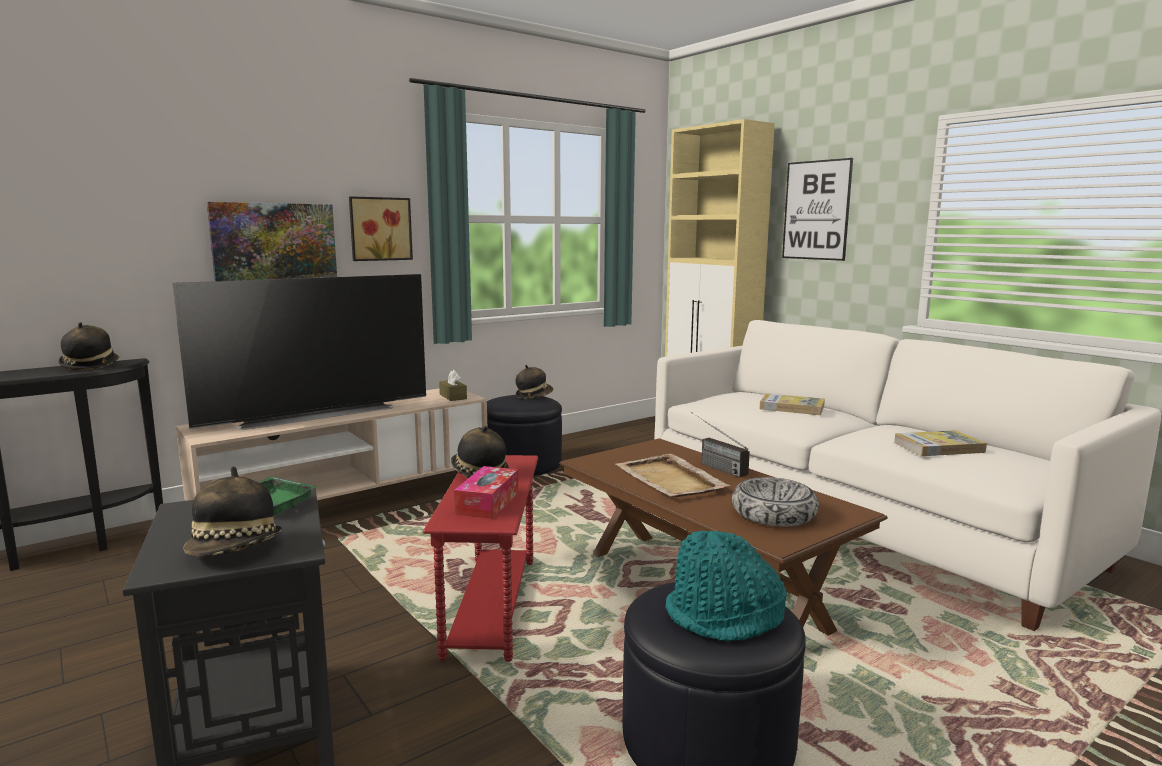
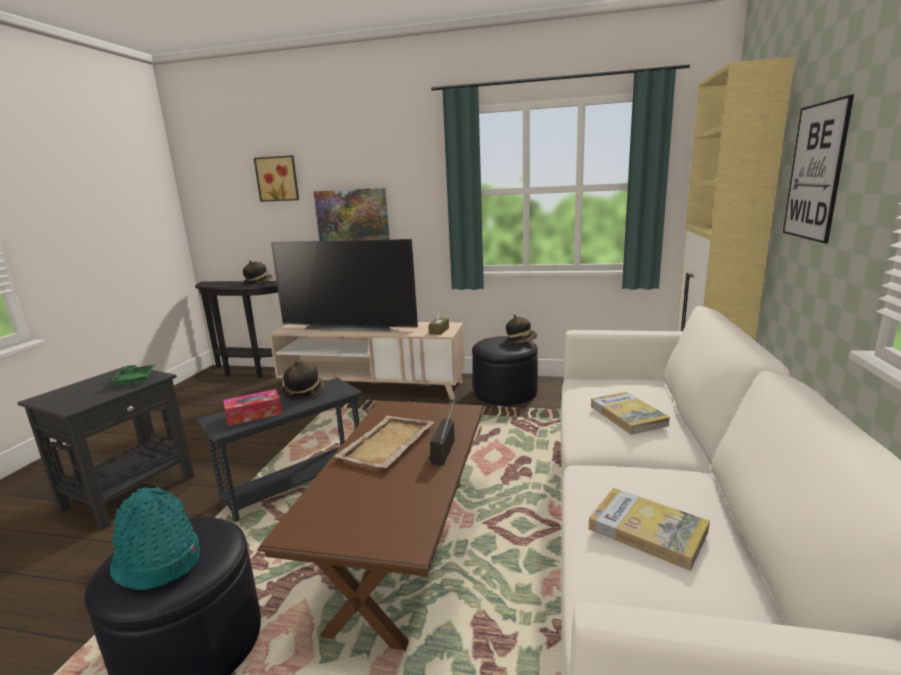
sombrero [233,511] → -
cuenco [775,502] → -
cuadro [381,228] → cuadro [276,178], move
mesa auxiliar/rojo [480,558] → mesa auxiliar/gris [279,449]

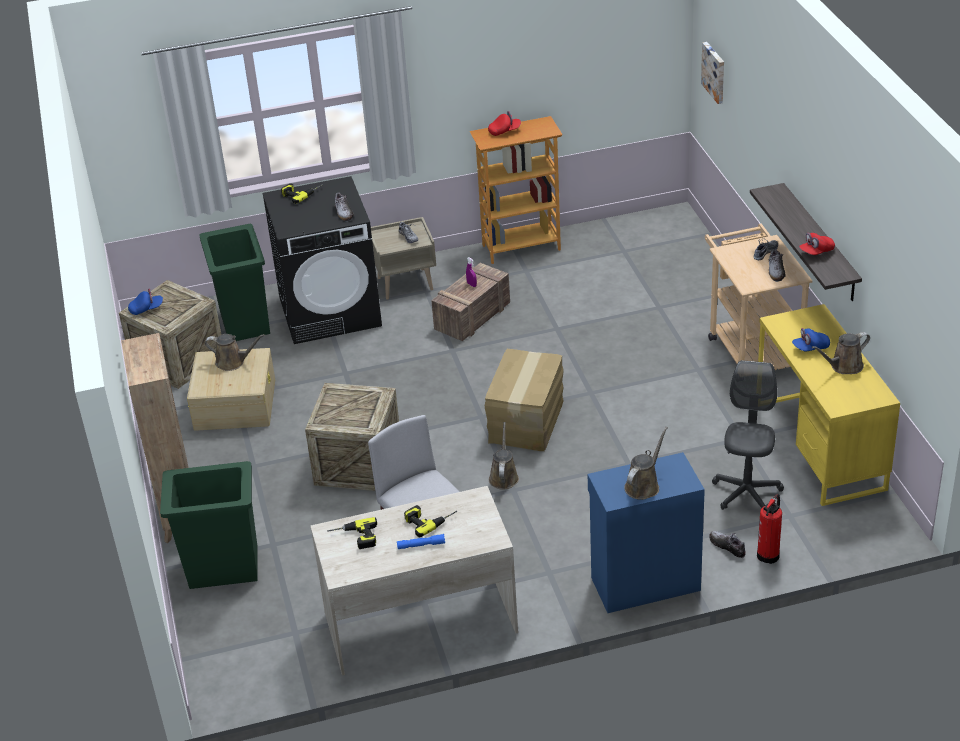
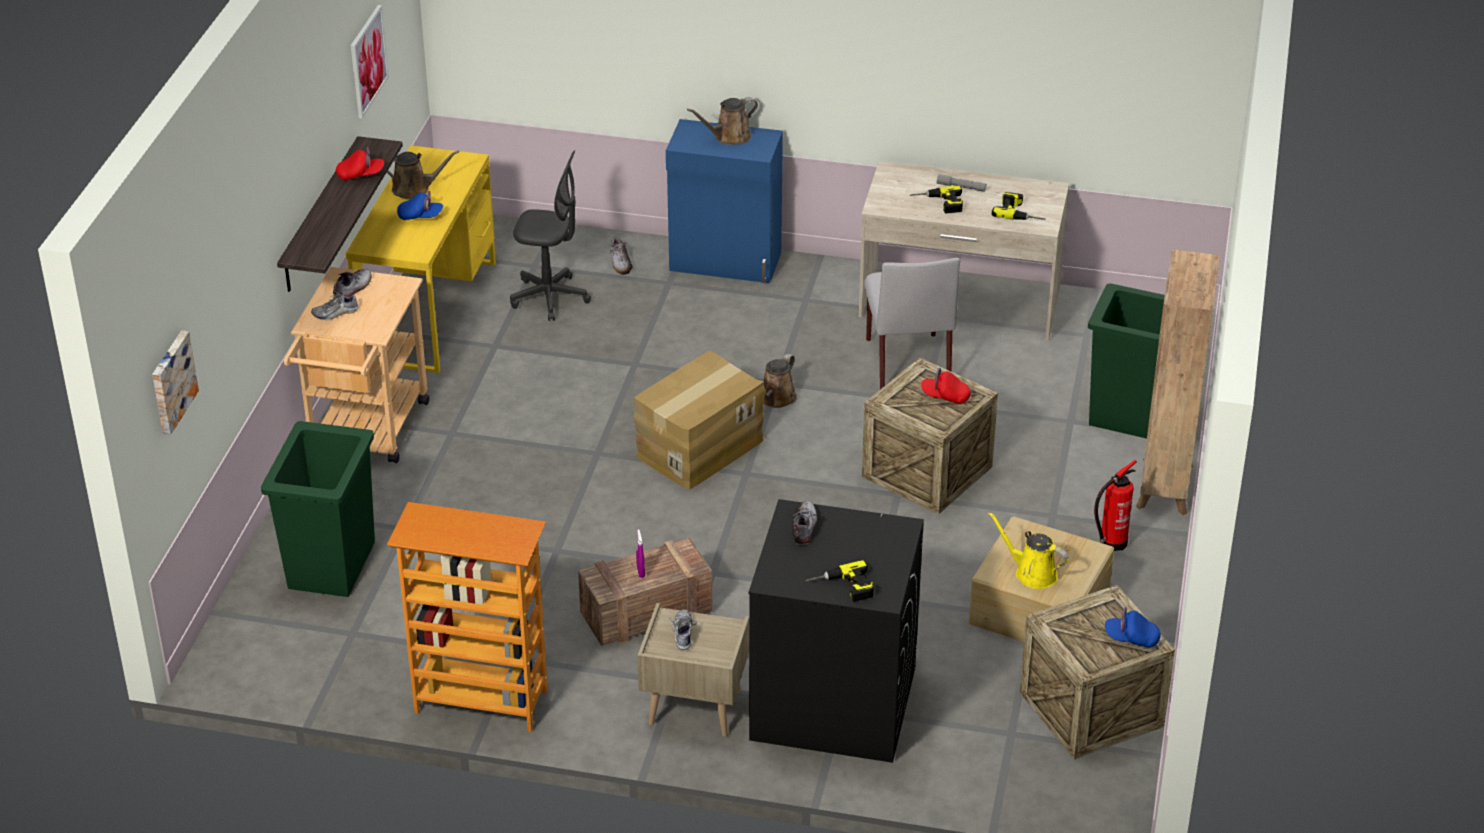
- → cuadro [370,62]
papelera/verde [234,282] → papelera/verde [318,509], move
gorra/rojo [504,123] → gorra/rojo [946,386], move
extintor [769,529] → extintor [1115,505], move
regadera/marrón [235,352] → regadera/amarillo [1028,550]
linterna/azul [421,541] → linterna/gris [962,183]
silla de oficina/gris [748,435] → silla de oficina/gris [550,235], 120 degrees counterclockwise

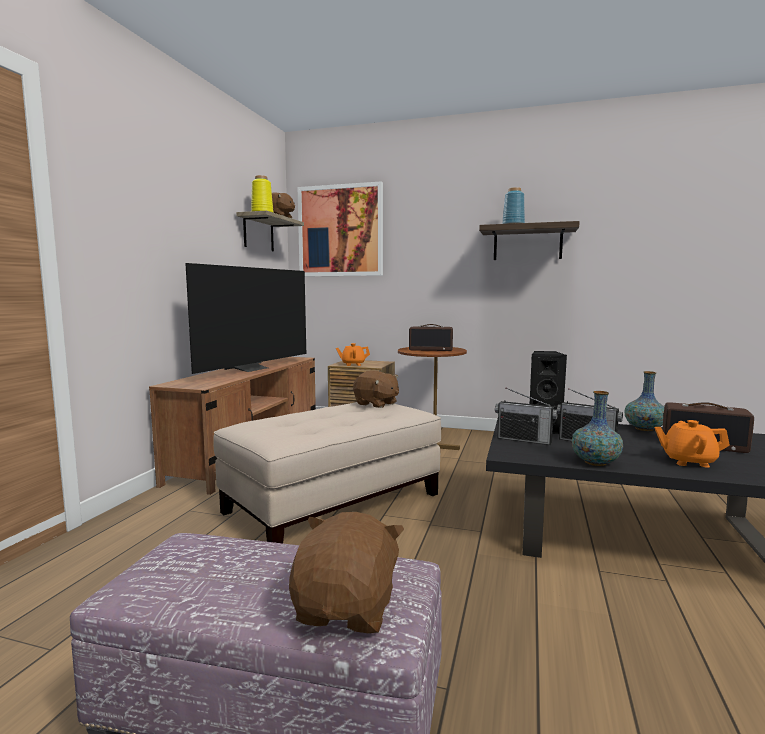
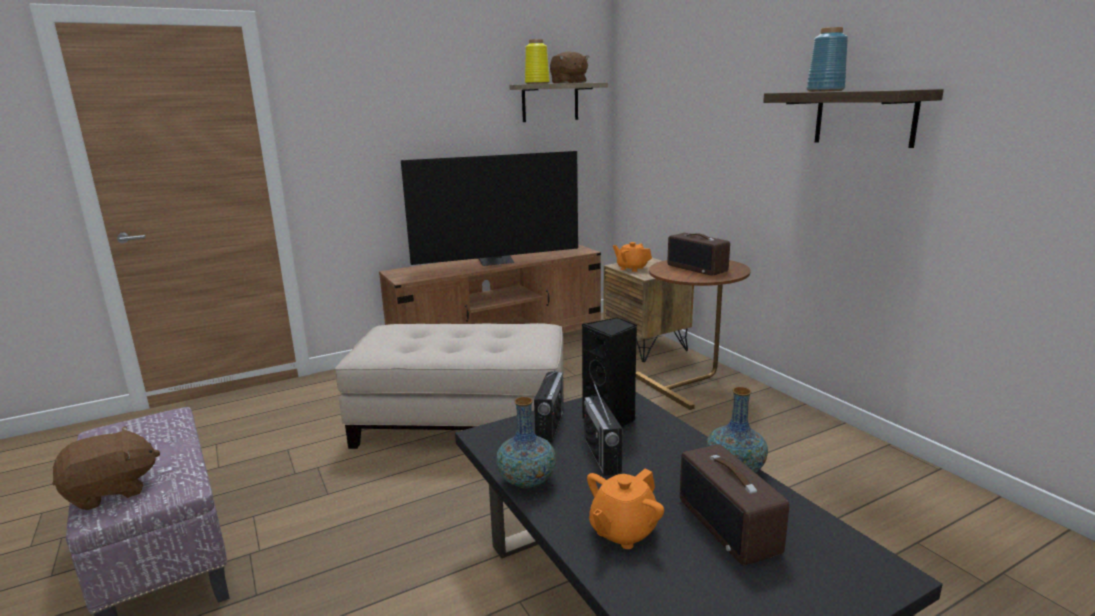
cuadro [340,228] → -
peluche/marrón [376,389] → -
radio [526,416] → radio [549,406], 150 degrees counterclockwise
tetera/naranja [692,444] → tetera/naranja [625,509], 105 degrees counterclockwise

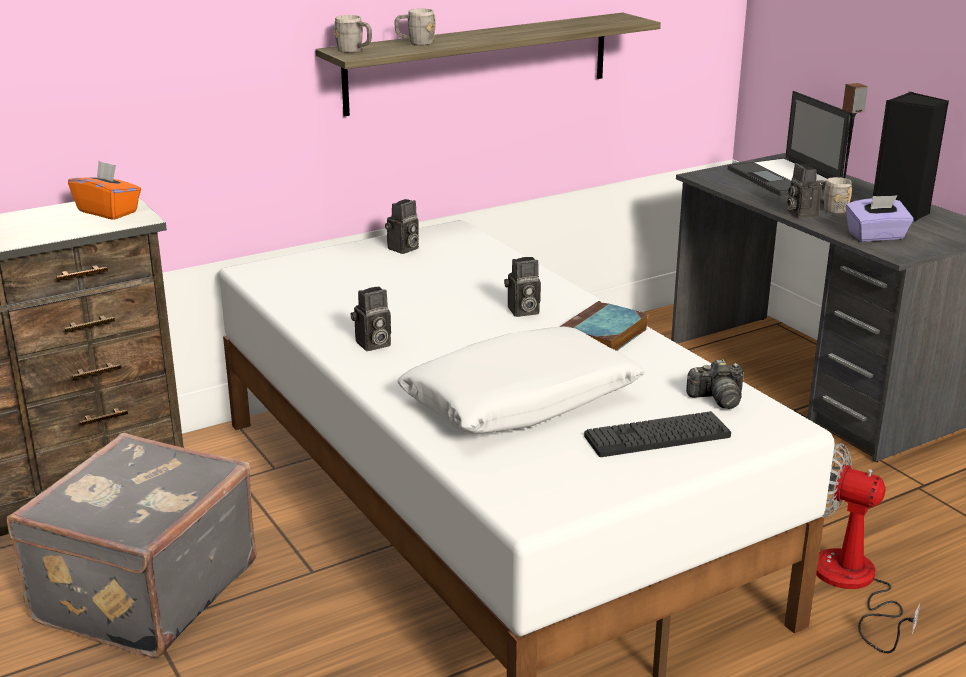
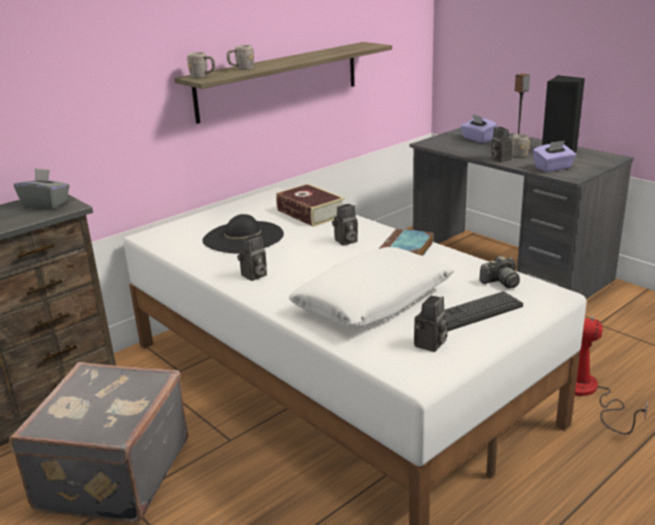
- → sombrero/negro [243,233]
- → libro [310,205]
cámara [402,226] → cámara [431,323], move
portátil [789,143] → caja de pañuelos/morado [479,128]
caja de pañuelos/naranja [104,190] → caja de pañuelos/gris [42,188]

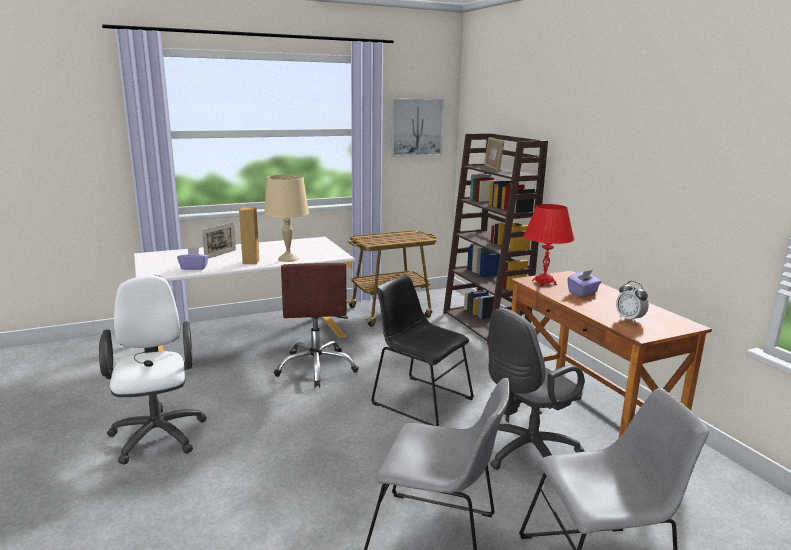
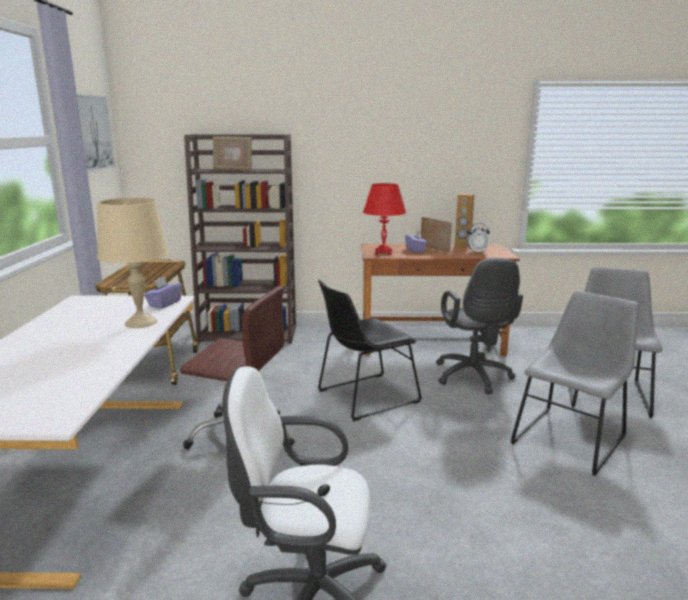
caja de pañuelos/morado [193,258] → caja de pañuelos/morado [163,292], move
portarretratos [219,240] → portarretratos [436,235], move
altavoz/marrón [249,235] → altavoz/marrón [464,220], move

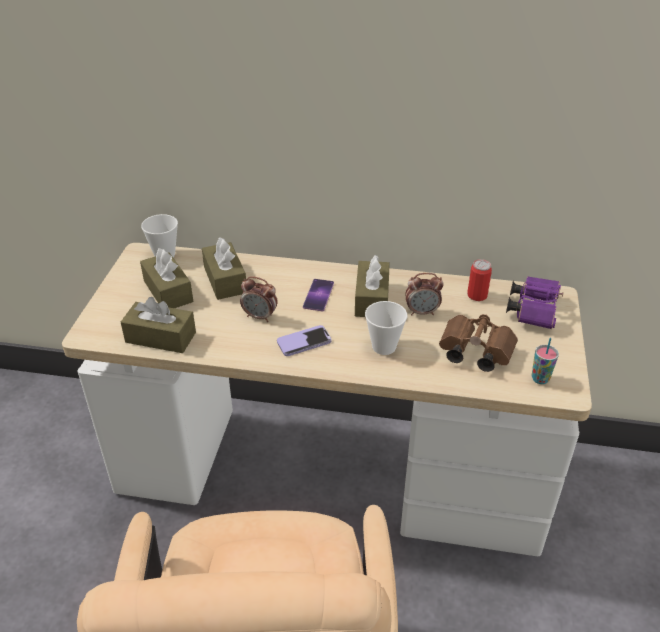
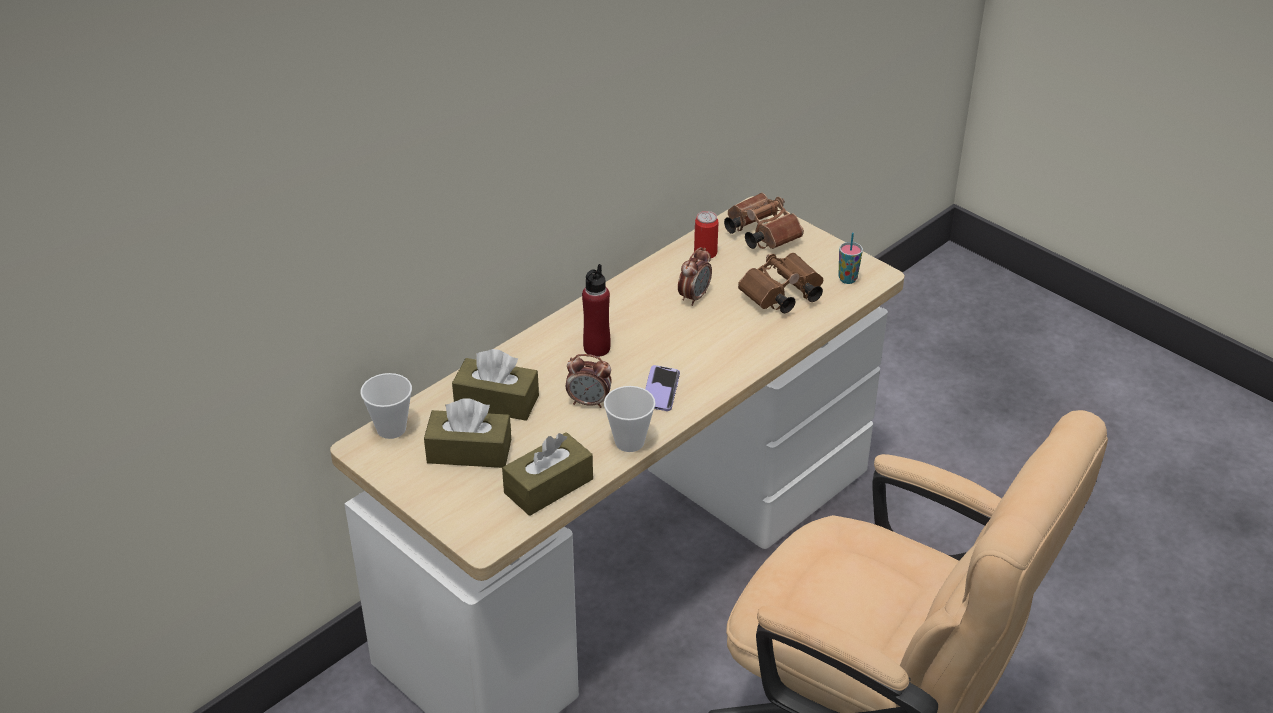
caja de pañuelos/marrón [372,286] → -
taza [386,328] → taza [630,419], move
móvil [318,295] → botella/rojo [596,310]
prismáticos/morado [535,302] → prismáticos/marrón [764,221]
despertador [259,299] → despertador [589,381], 45 degrees clockwise

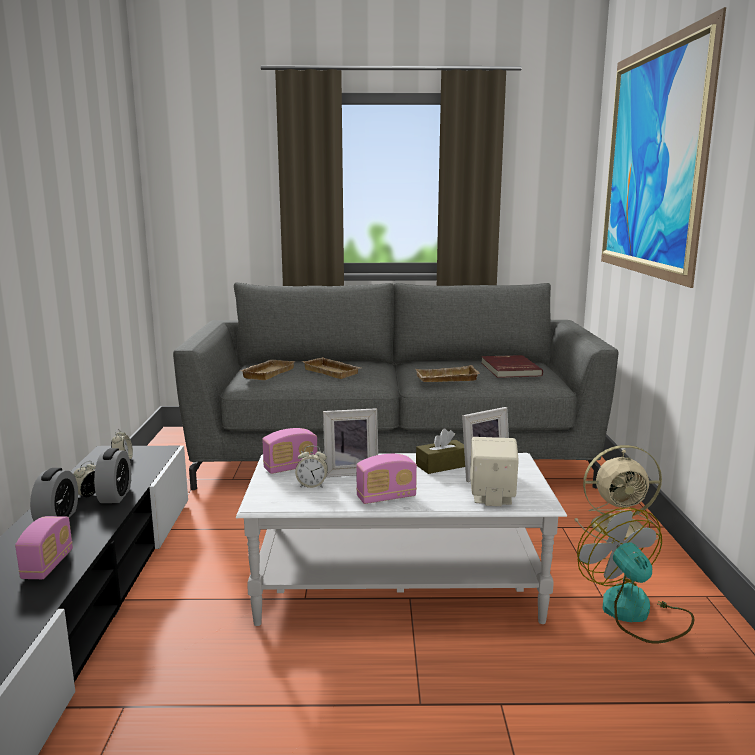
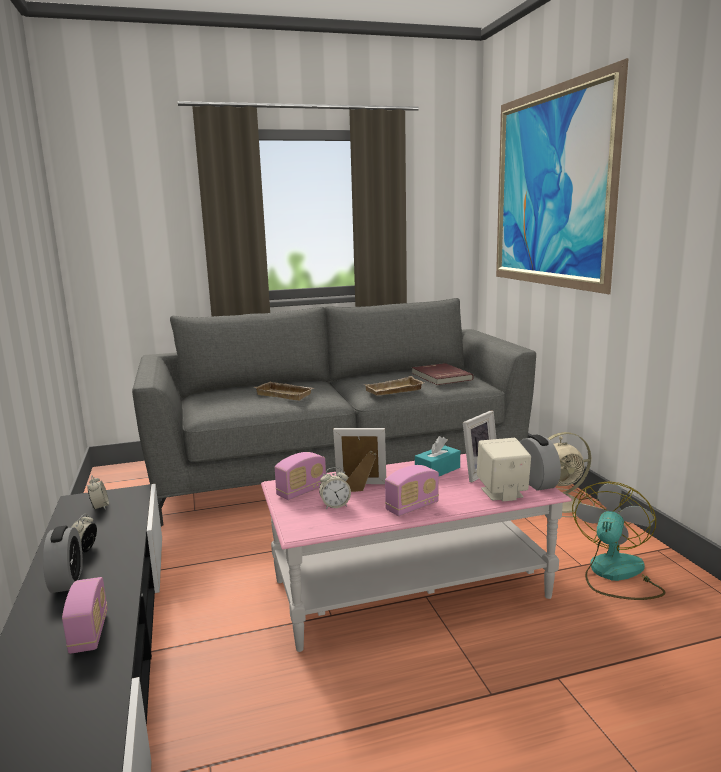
bandeja/beis [268,370] → -
despertador [112,475] → despertador [540,463], move
mesa de centro/blanco [401,539] → mesa de centro/rosa [416,553]
caja de pañuelos/marrón [440,451] → caja de pañuelos/turquesa [437,456]
portarretratos [350,442] → portarretratos [359,460], 150 degrees counterclockwise
ventilador [635,575] → ventilador [618,540], 60 degrees clockwise

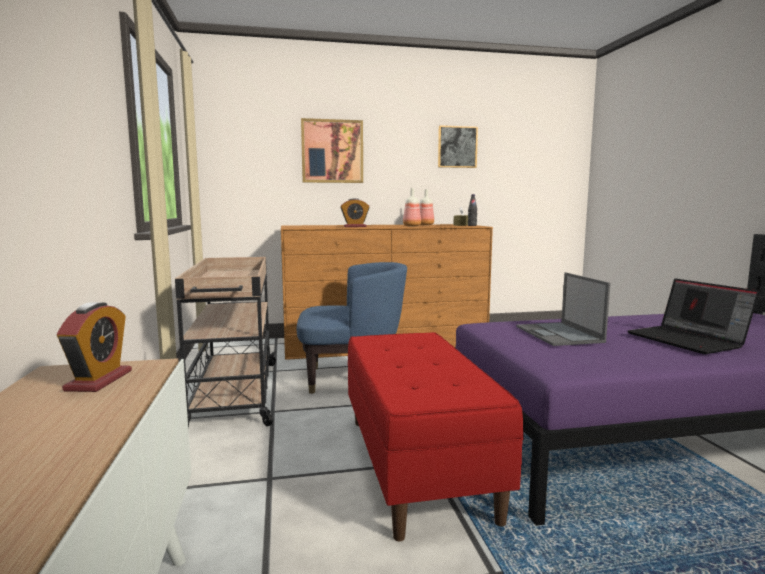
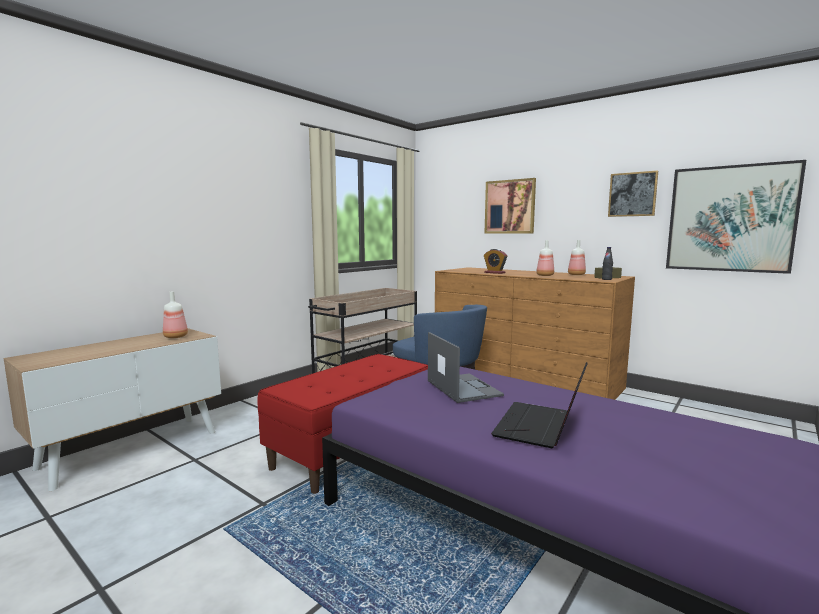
- → cuadro [736,217]
despertador [94,347] → botella [175,314]
portátil [563,309] → portátil [466,367], 120 degrees clockwise

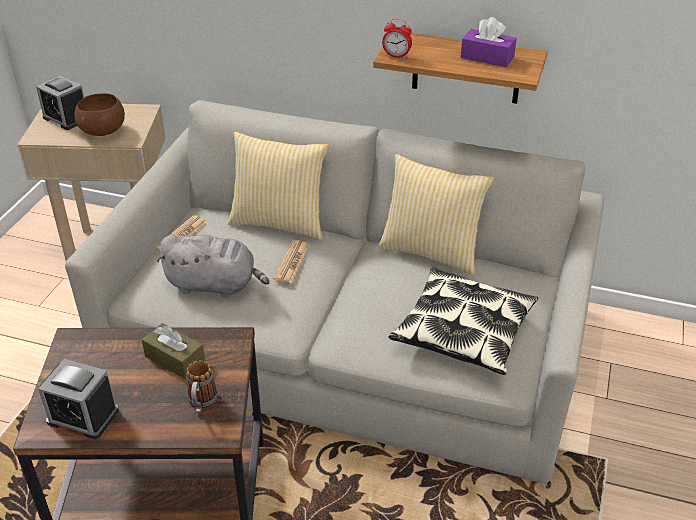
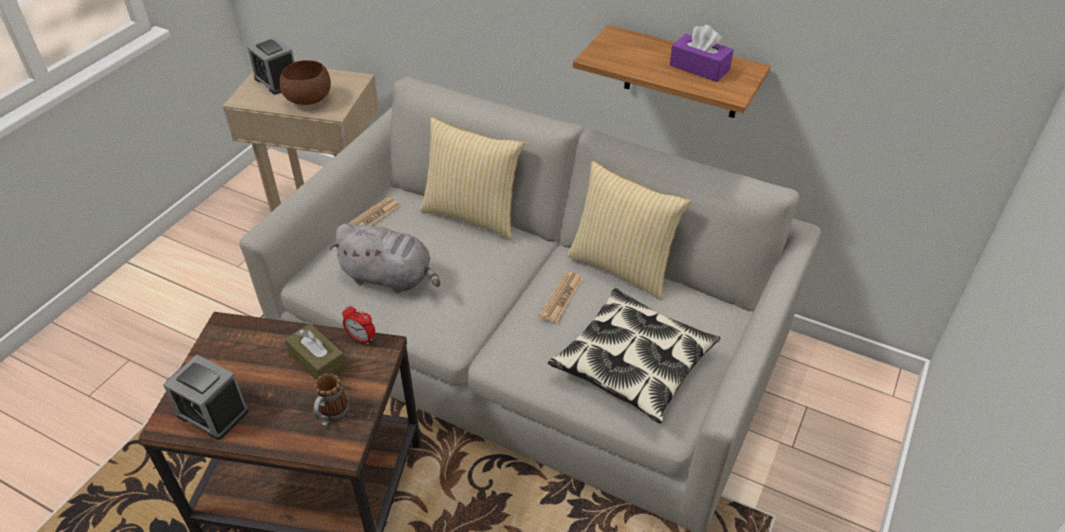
periódico [292,262] → periódico [561,297], move
despertador [397,38] → despertador [358,325], move

